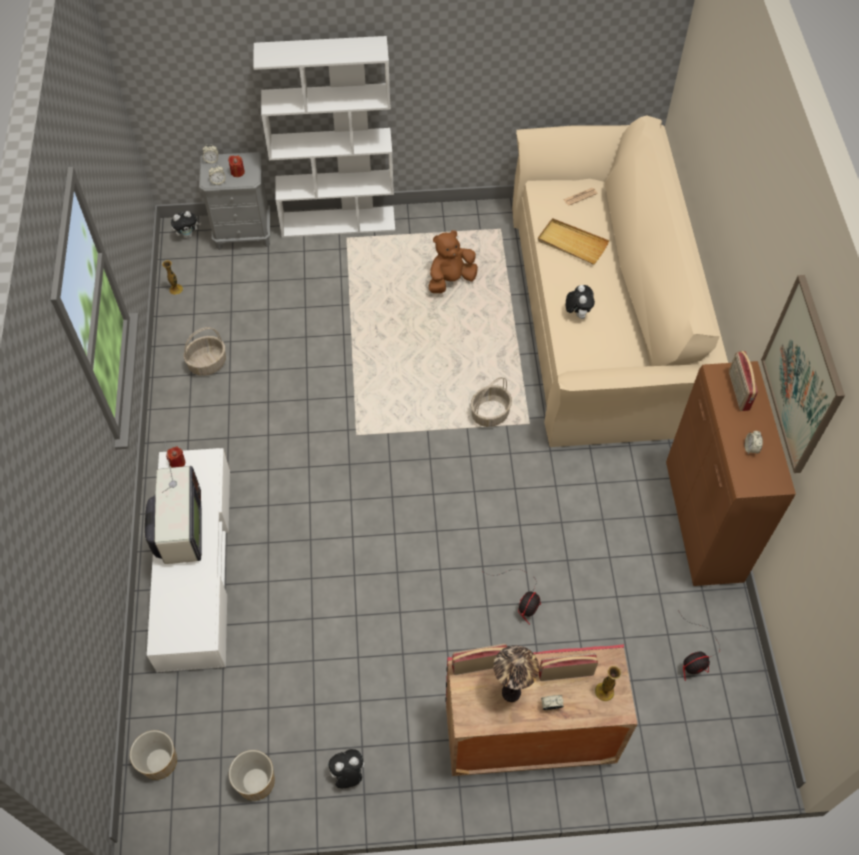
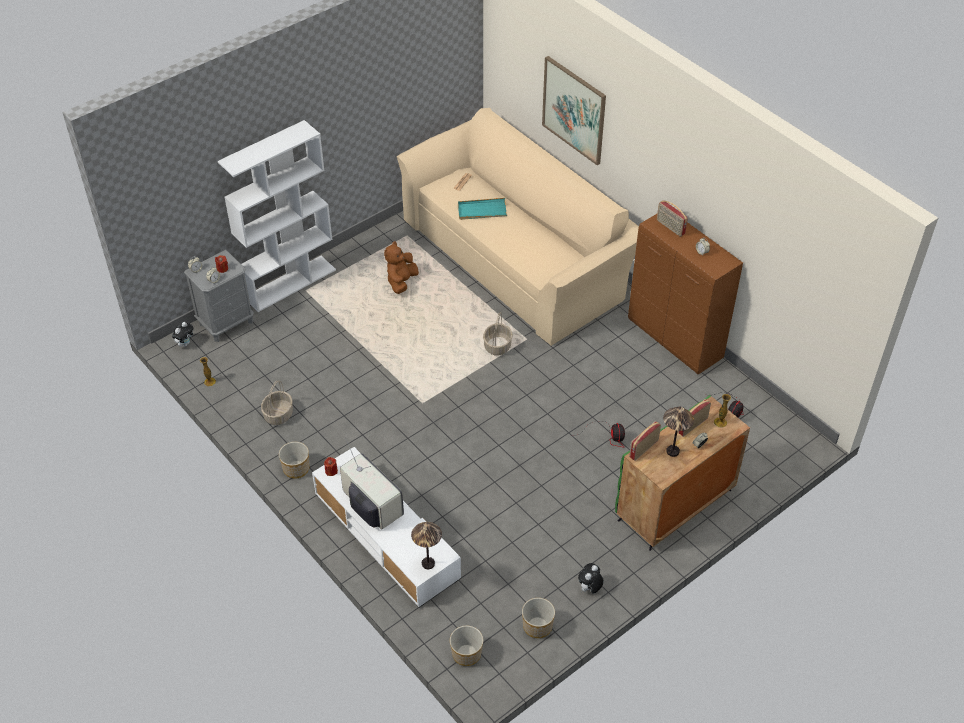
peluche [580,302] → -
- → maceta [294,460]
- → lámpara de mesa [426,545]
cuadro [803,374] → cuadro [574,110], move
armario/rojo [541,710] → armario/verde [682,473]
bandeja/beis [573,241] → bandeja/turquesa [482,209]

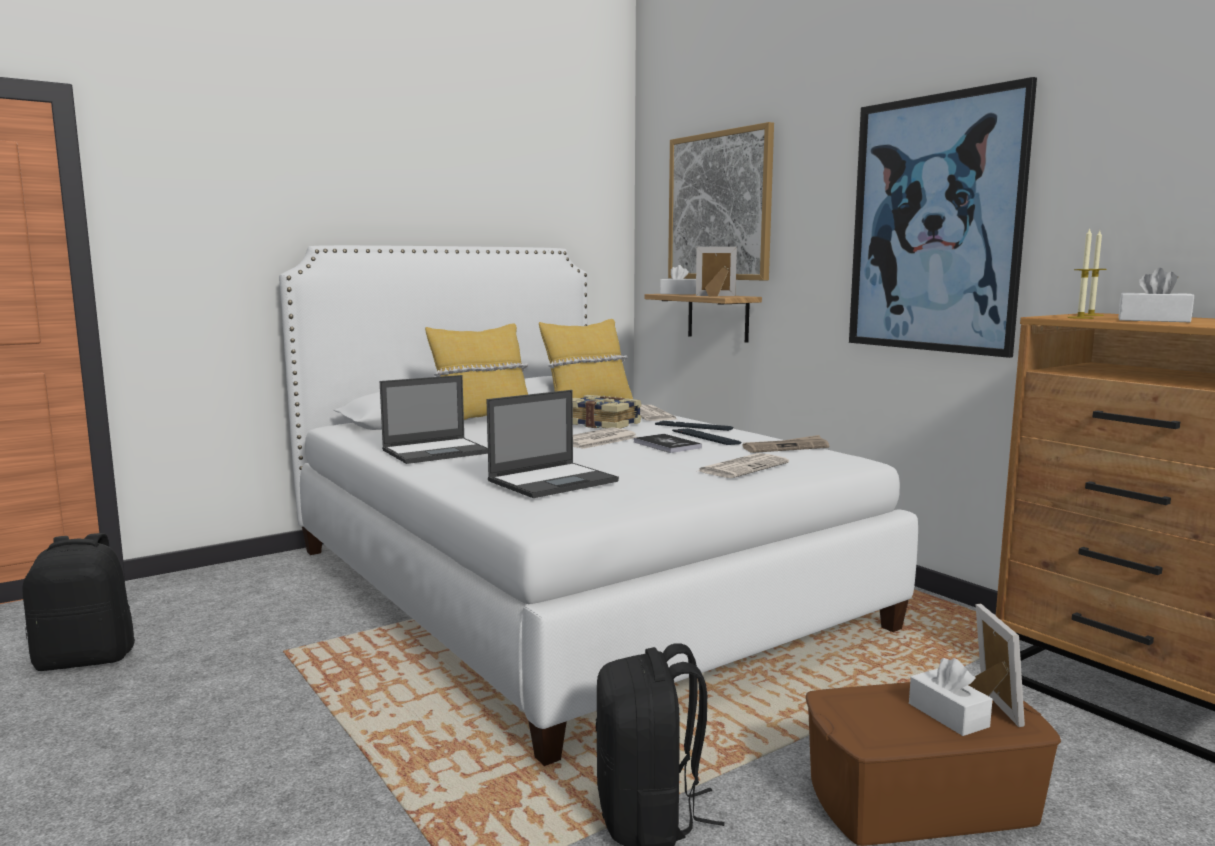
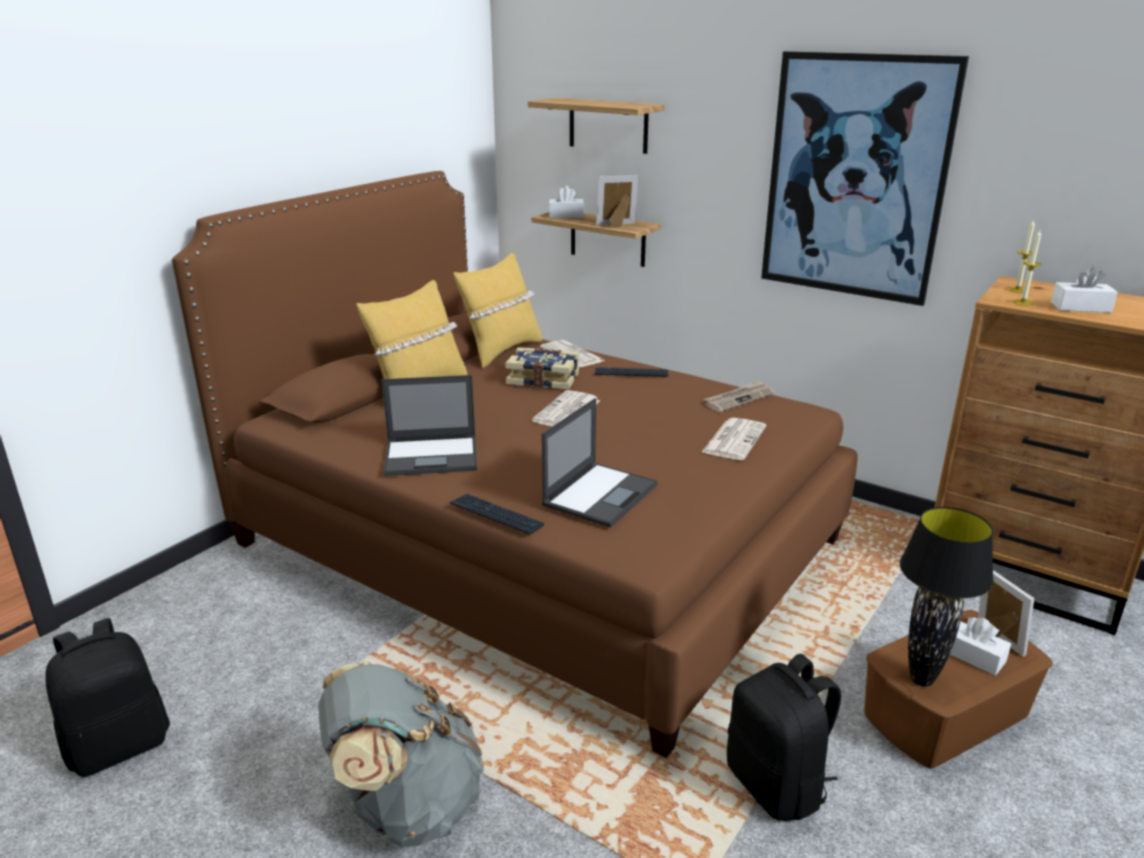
libro [668,443] → -
- → mochila/gris [401,754]
- → lámpara de mesa/negro [947,596]
teclado [706,436] → teclado [497,514], move
cuadro [721,201] → estante [596,126]
cama/blanco [598,505] → cama/marrón [515,464]
portátil [434,419] → portátil [429,425], 45 degrees clockwise

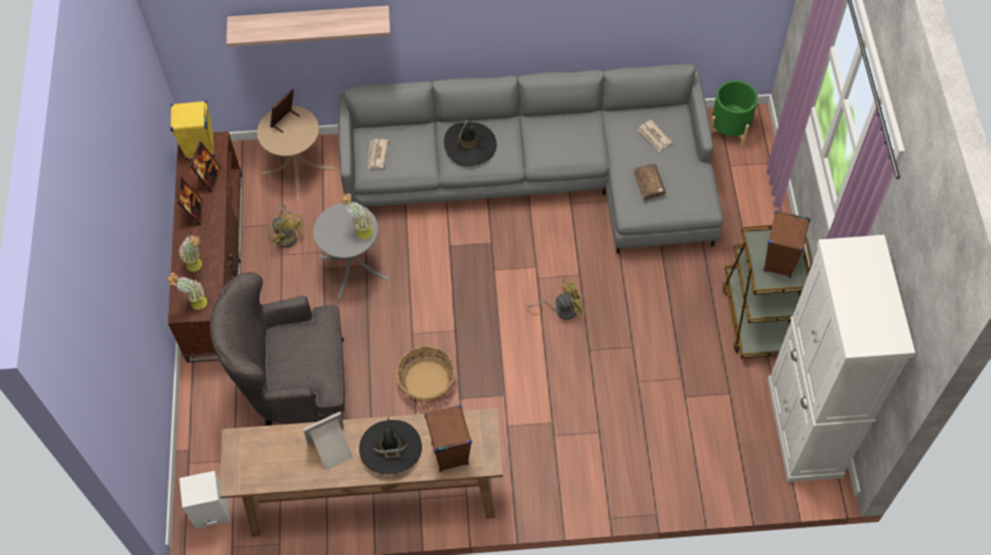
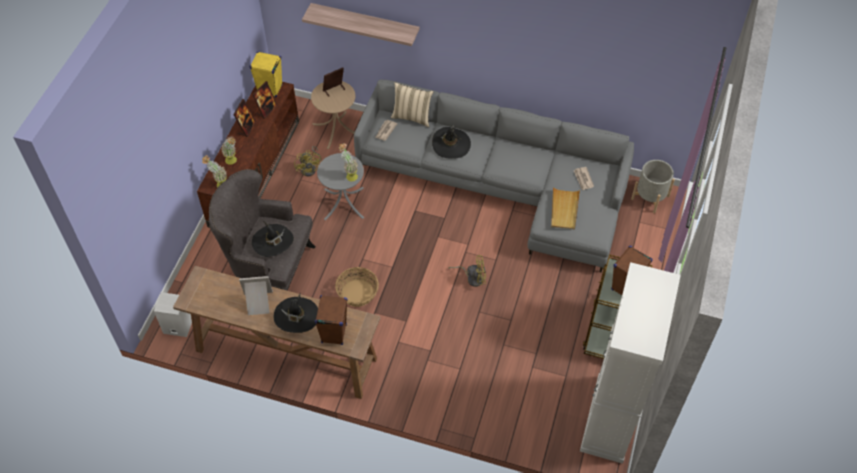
- → sombrero/negro [273,239]
- → cojín/beis [412,104]
libro/marrón [650,182] → bandeja/beis [565,208]
maceta/verde [734,114] → maceta/gris [653,186]

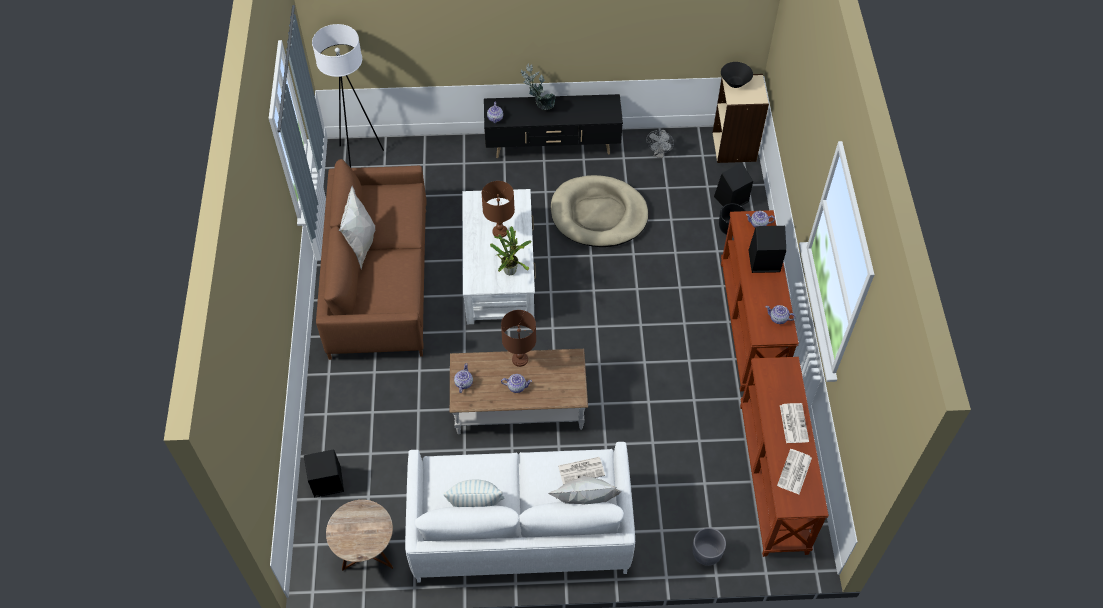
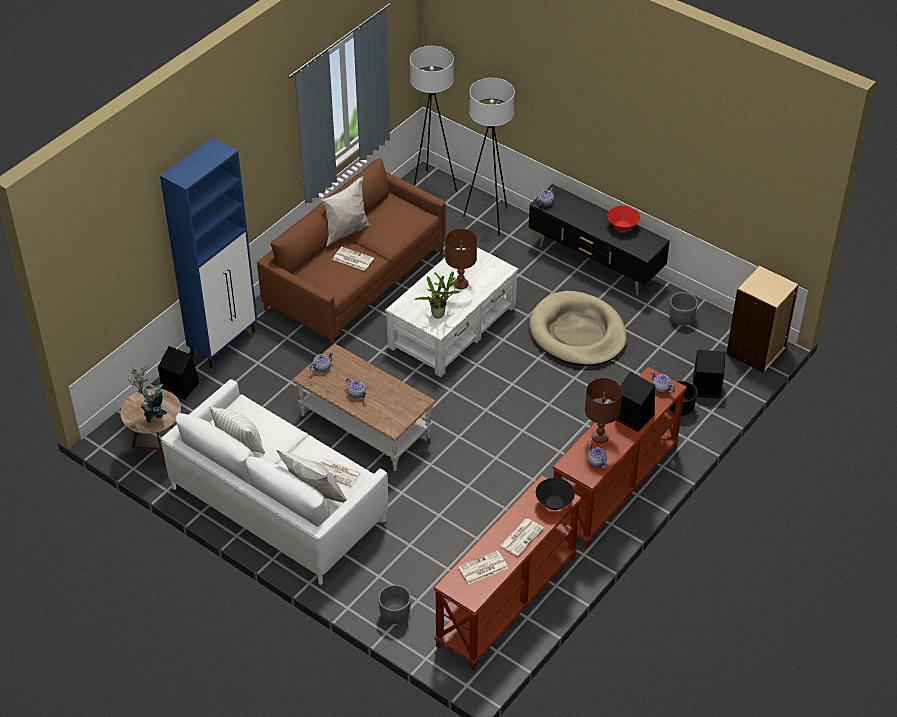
- → armario/azul [208,252]
- → periódico [353,259]
- → lámpara de pie/blanco [489,157]
- → cuenco/rojo [623,218]
lámpara de mesa/marrón [518,338] → lámpara de mesa/marrón [603,410], move
planta en maceta [538,86] → planta en maceta [147,394], move
cuenco/negro [737,75] → cuenco/negro [555,494], move
ventilador/gris [660,144] → maceta/gris [683,309]

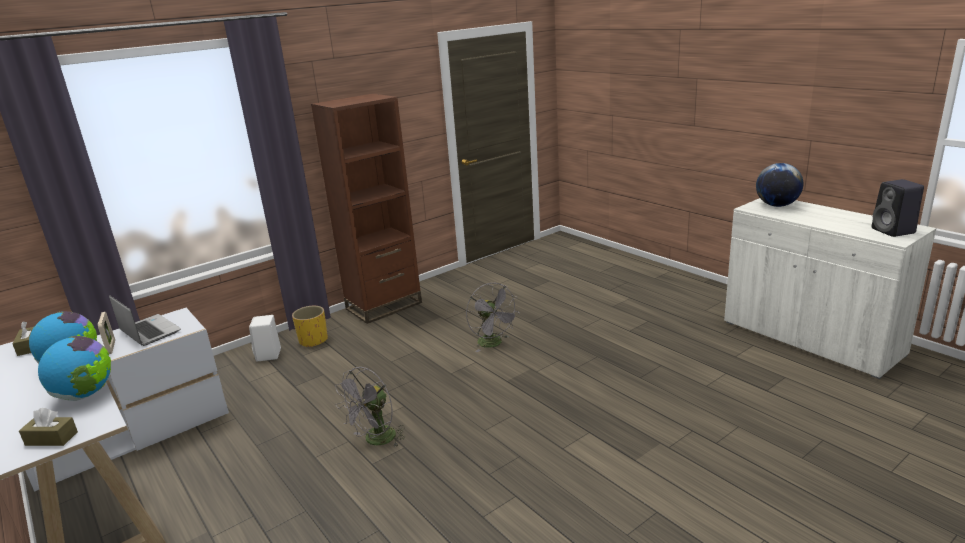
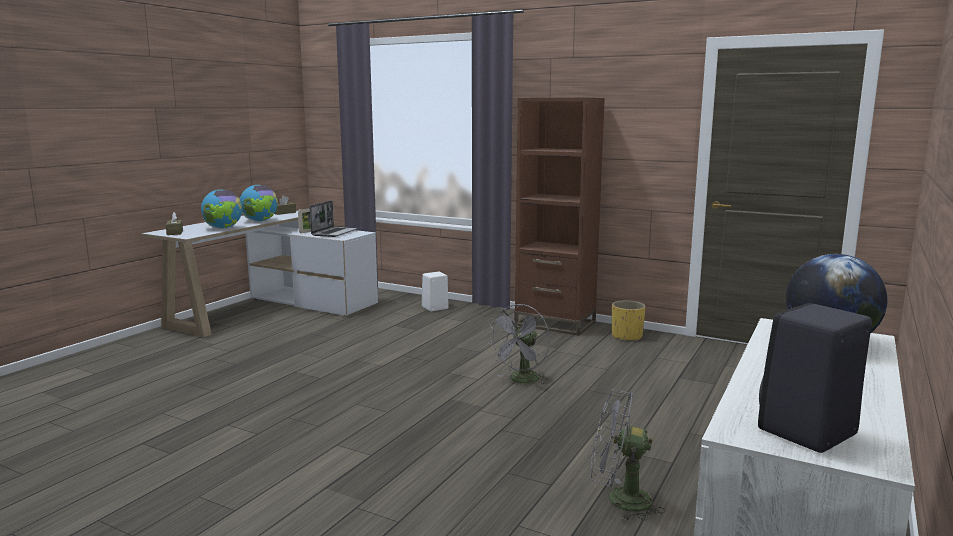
maceta/amarillo [310,327] → maceta/amarillo [629,320], move
ventilador/gris [370,407] → ventilador/gris [628,455], move

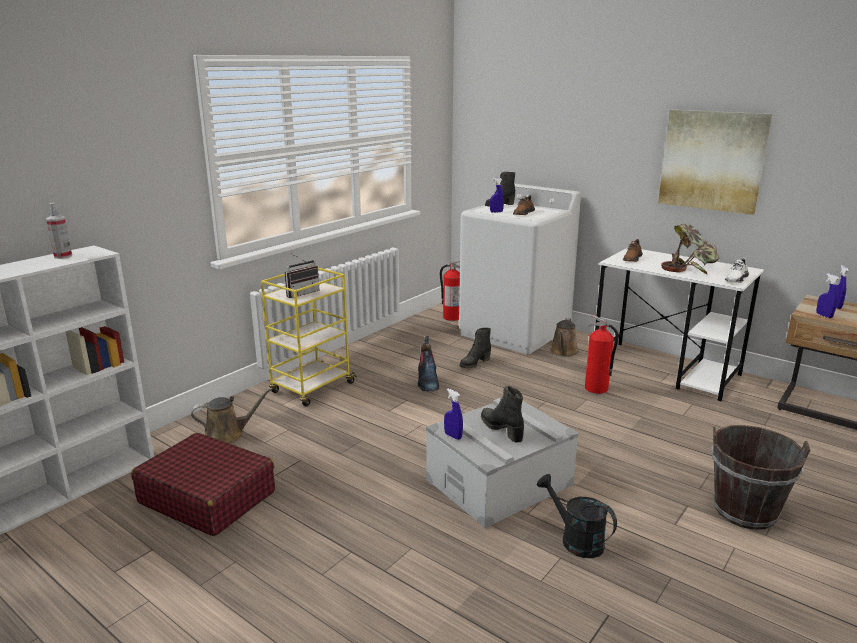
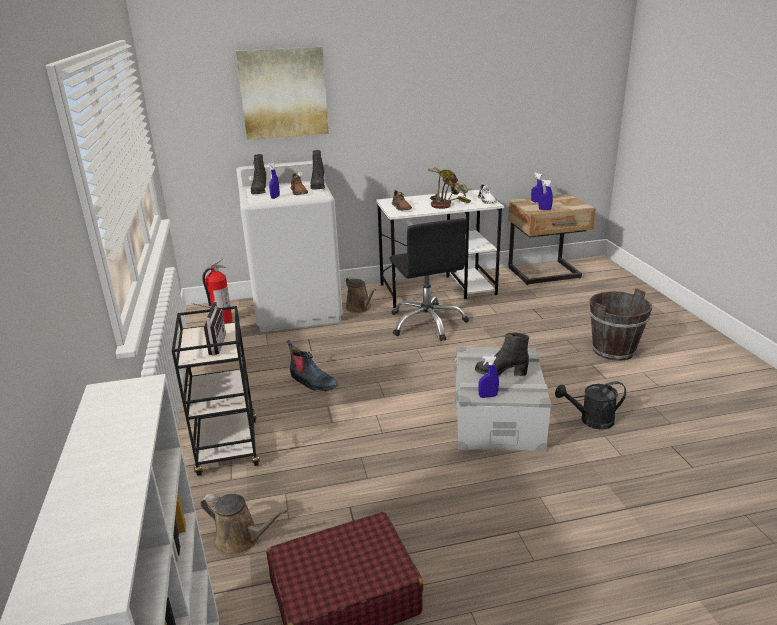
pulverizador [59,231] → -
bota/negro [475,348] → bota/negro [317,170], move
cuadro [715,162] → cuadro [282,93], move
extintor [602,354] → silla de oficina/negro [429,279]
carrito/amarillo [309,336] → carrito/negro [216,391]
regadera/marrón [232,416] → regadera/marrón [243,525], 90 degrees clockwise

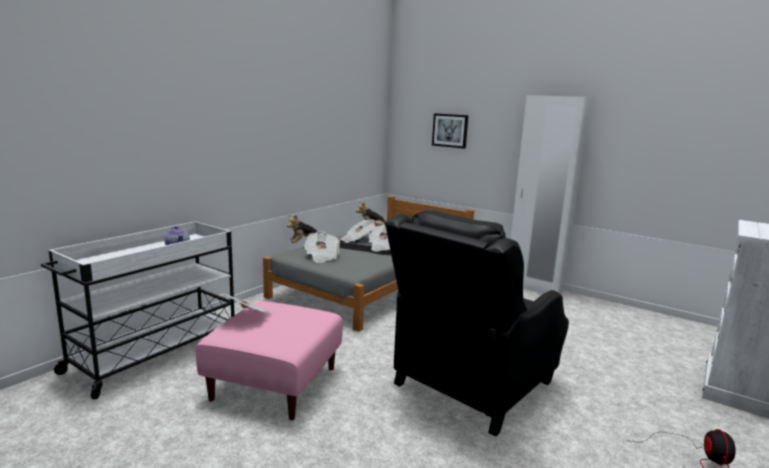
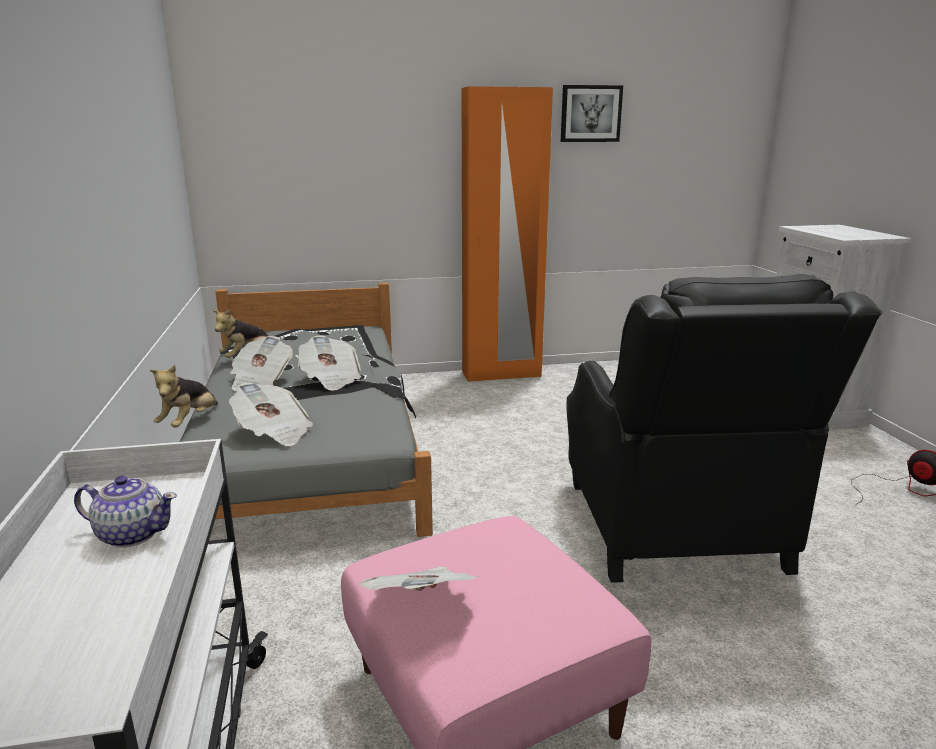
cuadro [450,131] → cuadro [592,113], move
armario ropero/blanco [551,194] → armario ropero/naranja [507,234]

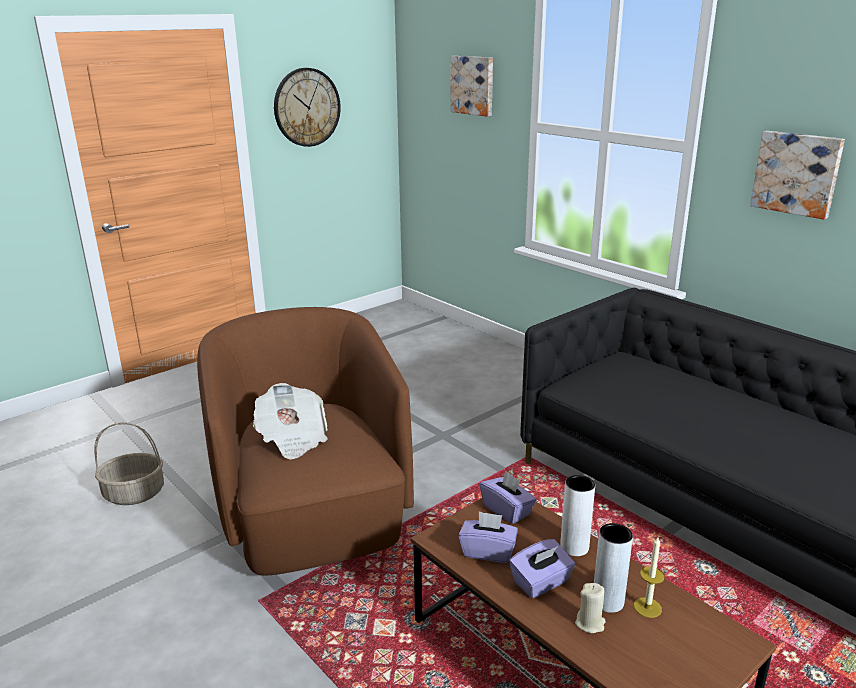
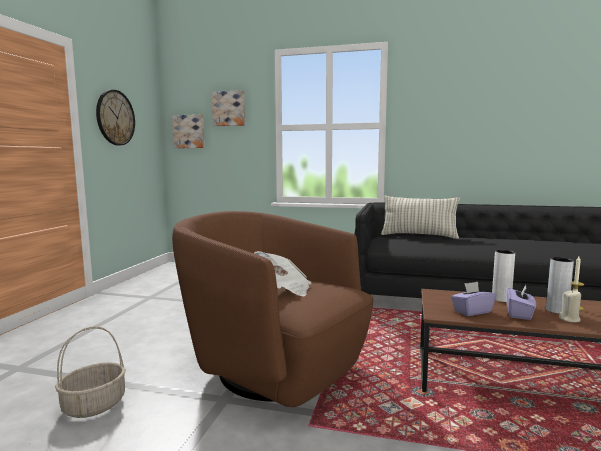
caja de pañuelos/morado [508,497] → -
- → cojín [420,217]
cuadro [797,175] → cuadro [188,131], move

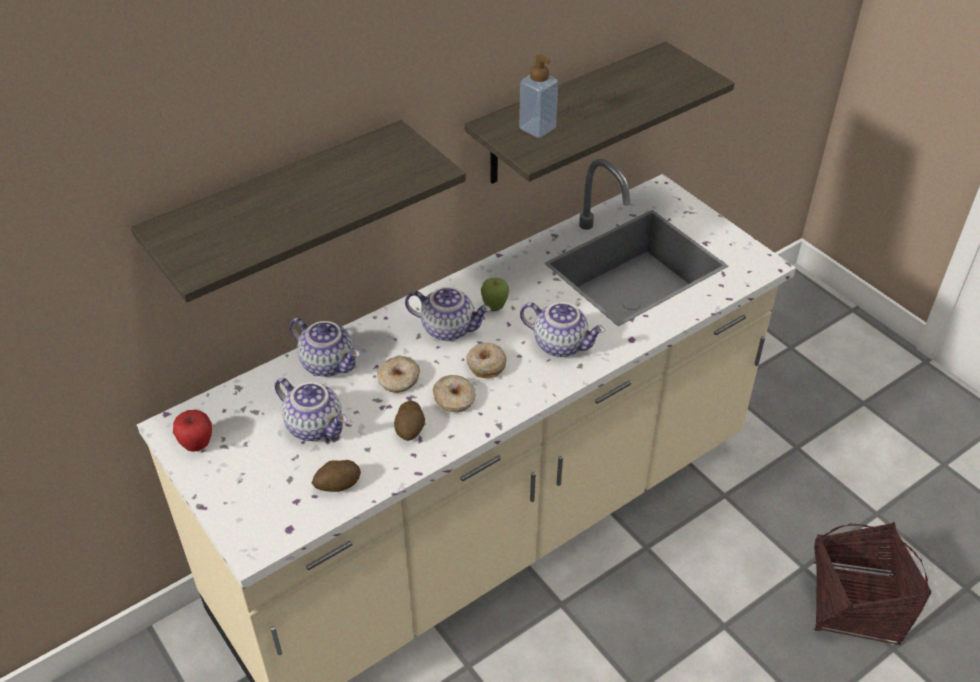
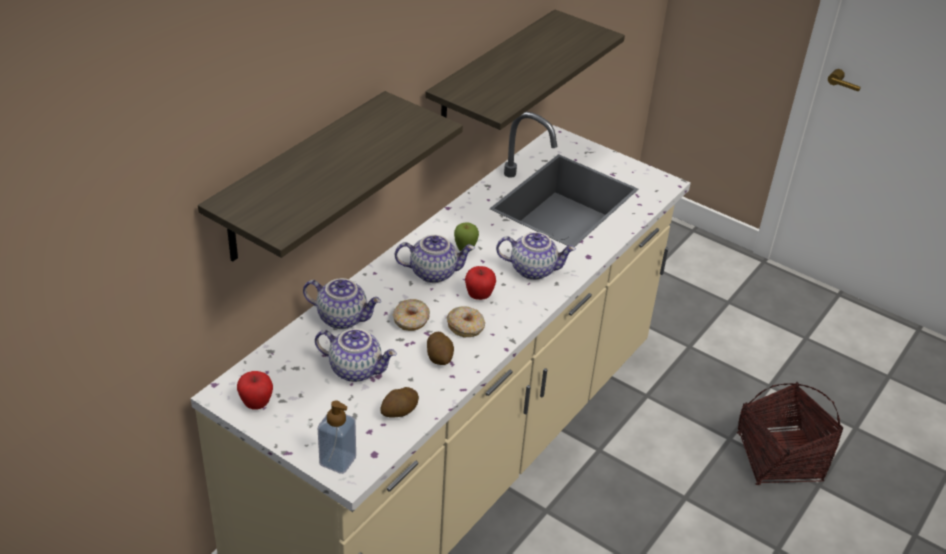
dispensador de jabón [538,96] → dispensador de jabón [337,437], move
rosquilla [486,360] → manzana [480,283]

